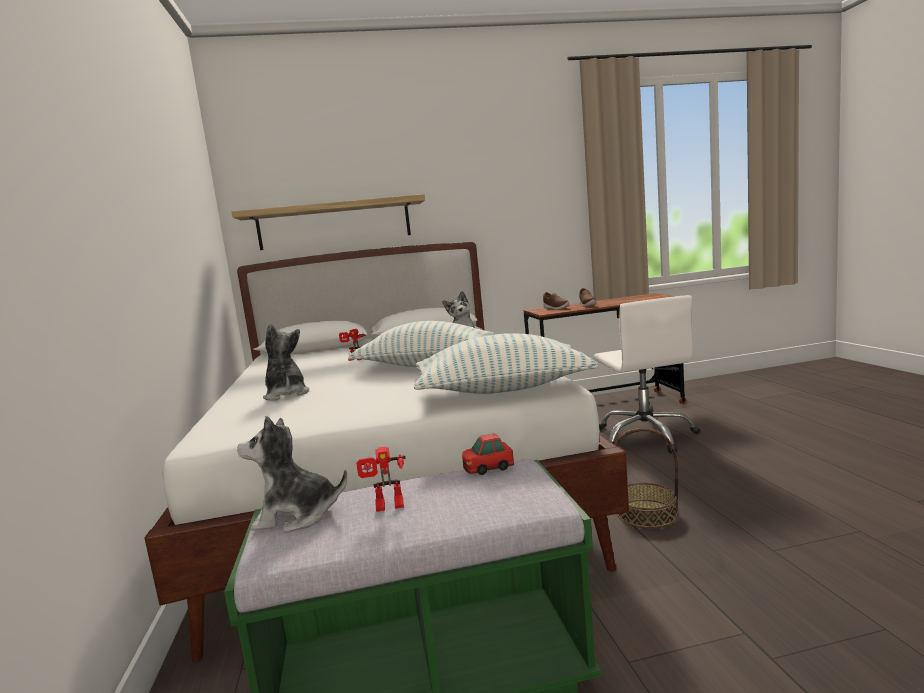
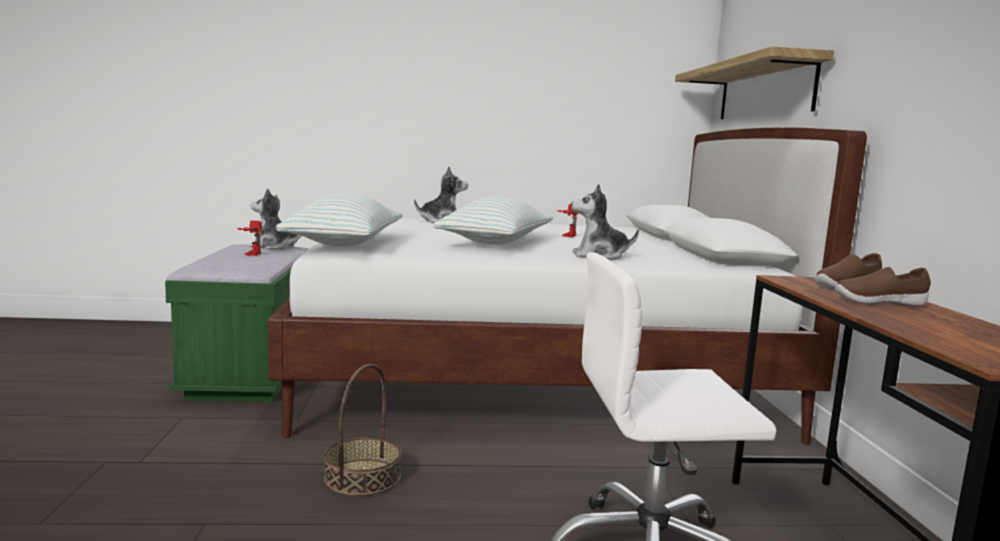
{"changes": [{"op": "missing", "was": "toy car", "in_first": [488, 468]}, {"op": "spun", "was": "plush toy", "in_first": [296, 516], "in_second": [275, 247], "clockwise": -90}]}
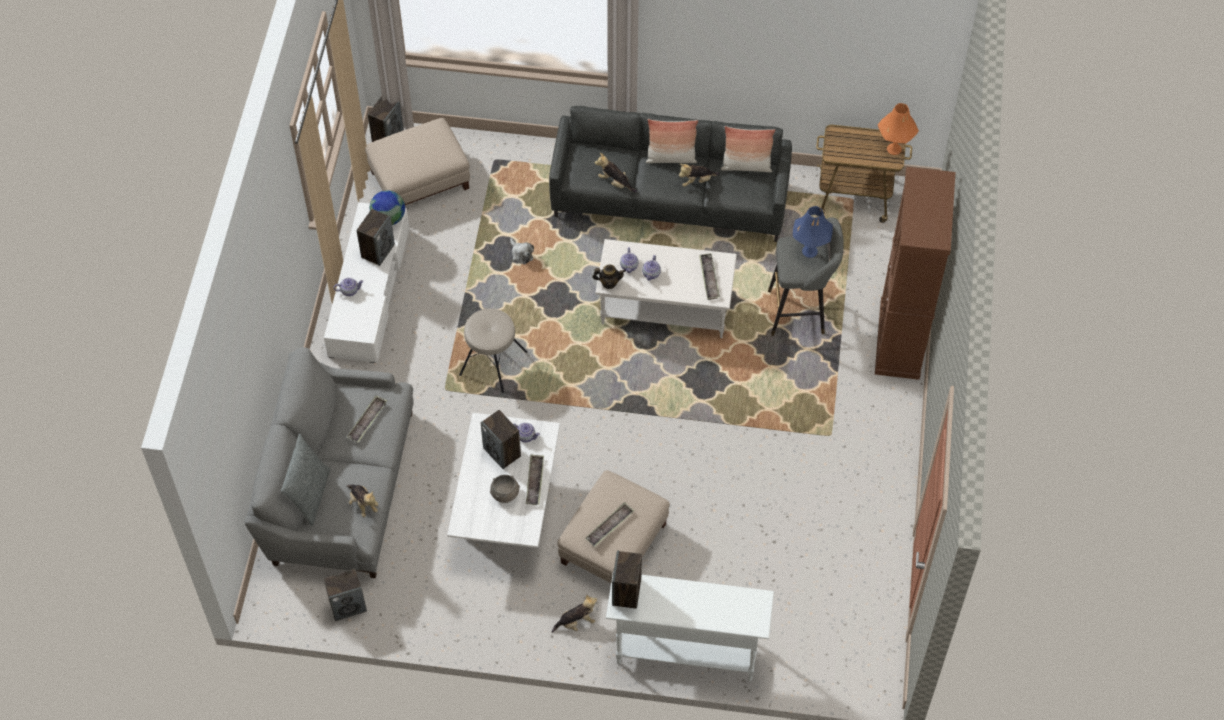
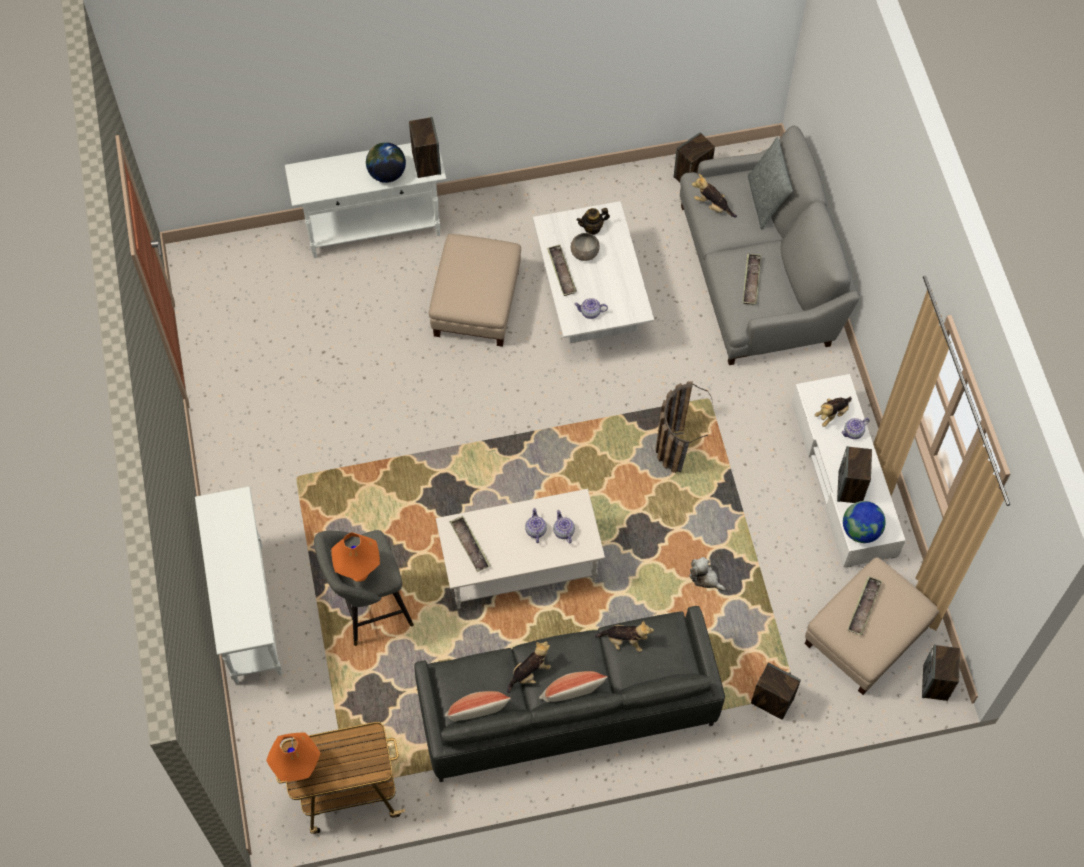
{"changes": [{"op": "appeared", "now": "globe", "in_second": [387, 174]}, {"op": "relocated", "was": "speaker", "in_first": [502, 452], "in_second": [771, 701]}, {"op": "relocated", "was": "plush toy", "in_first": [576, 622], "in_second": [832, 414]}, {"op": "relocated", "was": "tray", "in_first": [609, 526], "in_second": [863, 607]}, {"op": "relocated", "was": "teapot", "in_first": [609, 283], "in_second": [592, 228]}, {"op": "exchanged", "was": "stool (beige)", "now": "basket", "in_first": [492, 363], "in_second": [675, 442]}, {"op": "exchanged", "was": "cabinet (brown)", "now": "console table (white)", "in_first": [899, 339], "in_second": [249, 612]}, {"op": "colour", "was": "table lamp (blue)", "now": "table lamp (orange)", "in_first": [809, 251], "in_second": [359, 573]}]}
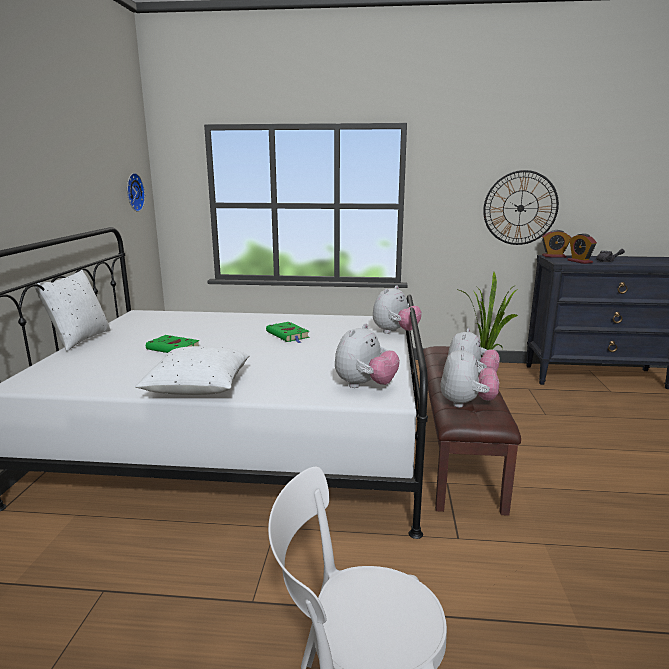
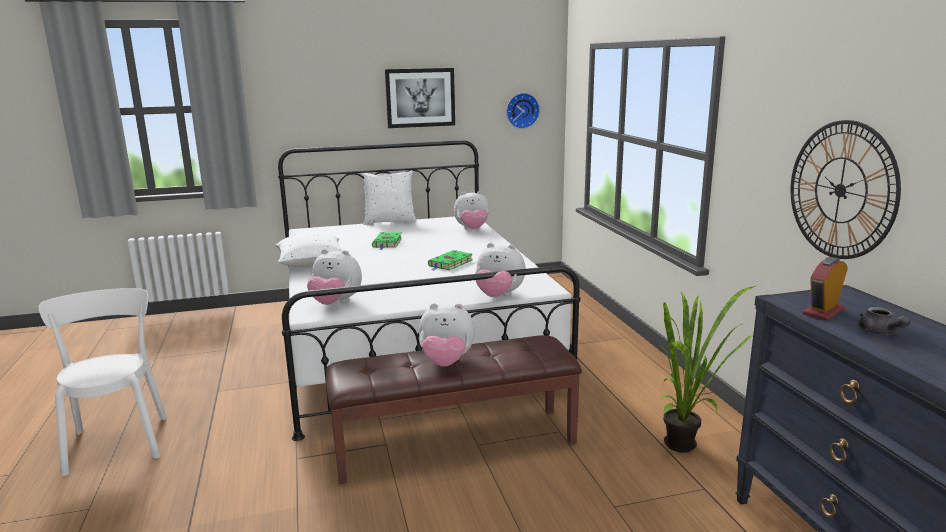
{"changes": [{"op": "missing", "was": "alarm clock", "in_first": [554, 256]}, {"op": "appeared", "now": "picture", "in_second": [420, 97]}, {"op": "relocated", "was": "plush toy", "in_first": [466, 403], "in_second": [472, 230]}]}
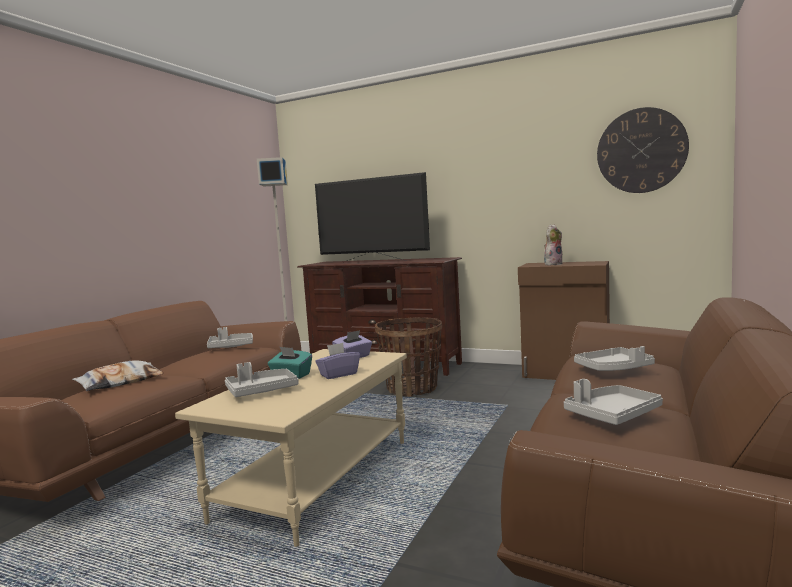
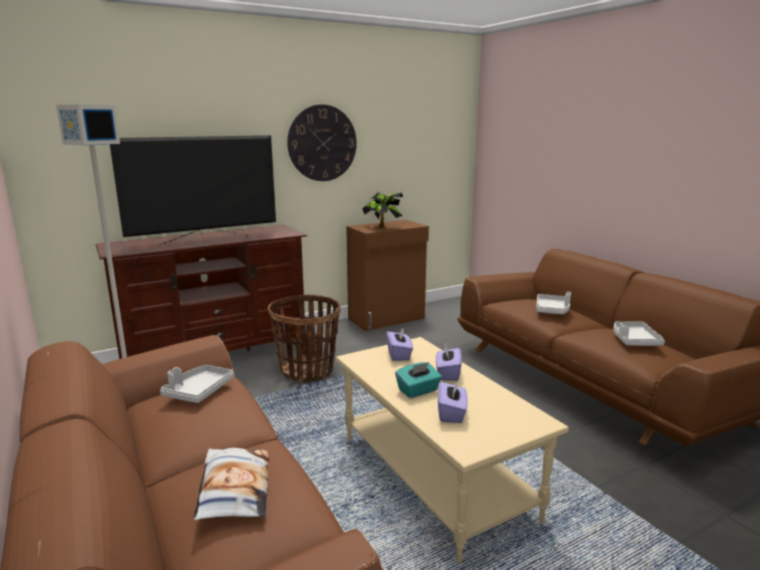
{"changes": [{"op": "relocated", "was": "wall clock", "in_first": [641, 151], "in_second": [322, 143]}, {"op": "exchanged", "was": "tray (grey)", "now": "tissue box (purple)", "in_first": [261, 391], "in_second": [451, 413]}, {"op": "exchanged", "was": "plush toy", "now": "potted plant", "in_first": [553, 264], "in_second": [383, 227]}]}
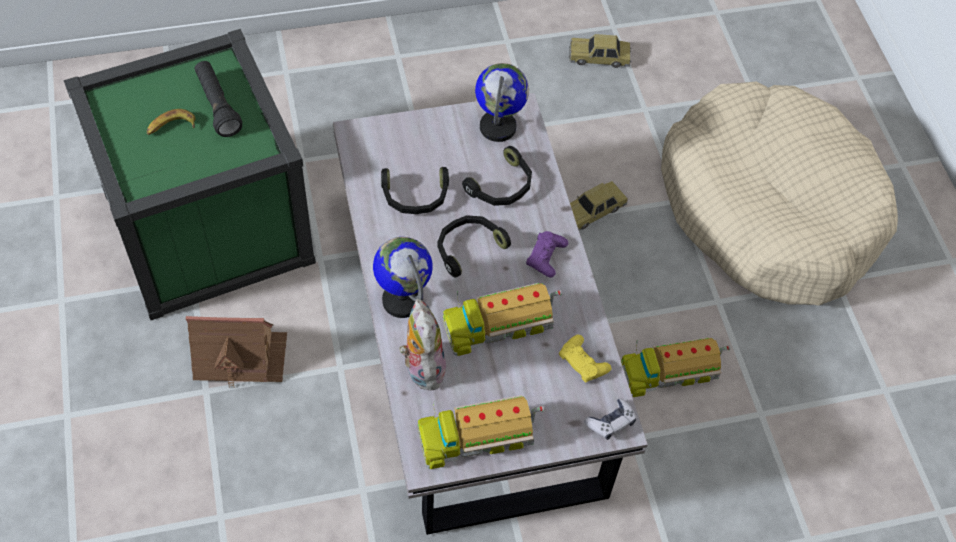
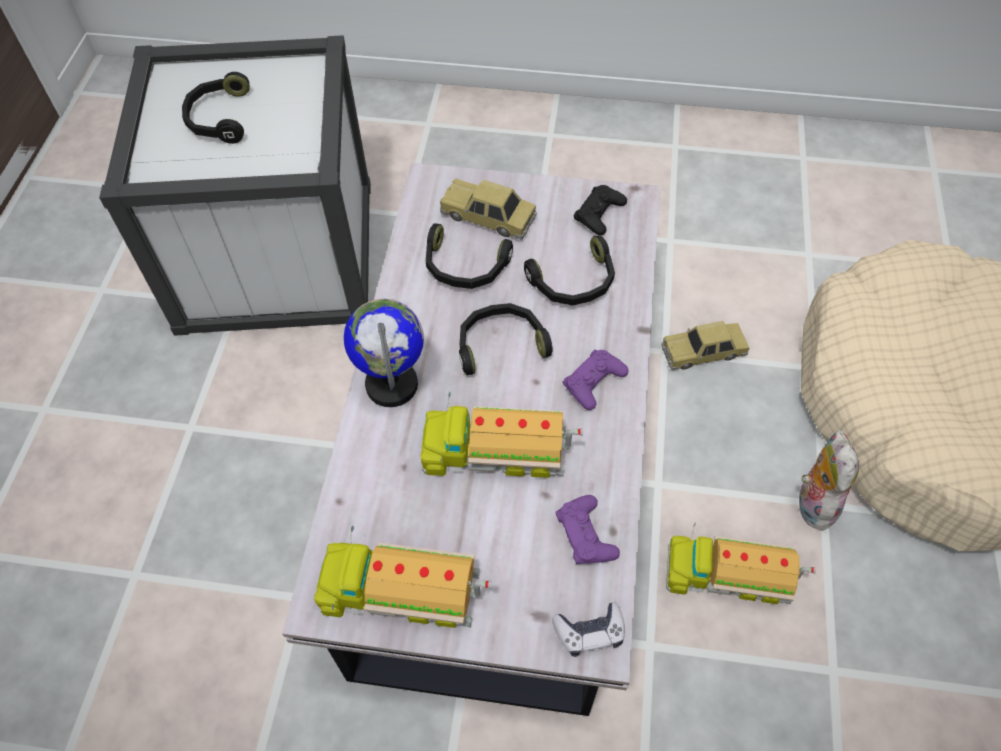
{"changes": [{"op": "missing", "was": "toy house", "in_first": [240, 356]}, {"op": "missing", "was": "flashlight (black)", "in_first": [217, 106]}, {"op": "relocated", "was": "plush toy", "in_first": [422, 367], "in_second": [812, 502]}, {"op": "relocated", "was": "toy car", "in_first": [599, 57], "in_second": [488, 217]}, {"op": "exchanged", "was": "banana", "now": "headphones (black)", "in_first": [171, 127], "in_second": [218, 118]}, {"op": "exchanged", "was": "globe", "now": "game controller (black)", "in_first": [498, 127], "in_second": [599, 214]}, {"op": "colour", "was": "storage box (green)", "now": "storage box (white)", "in_first": [207, 226], "in_second": [277, 255]}, {"op": "colour", "was": "game controller (yellow)", "now": "game controller (purple)", "in_first": [583, 361], "in_second": [586, 534]}]}
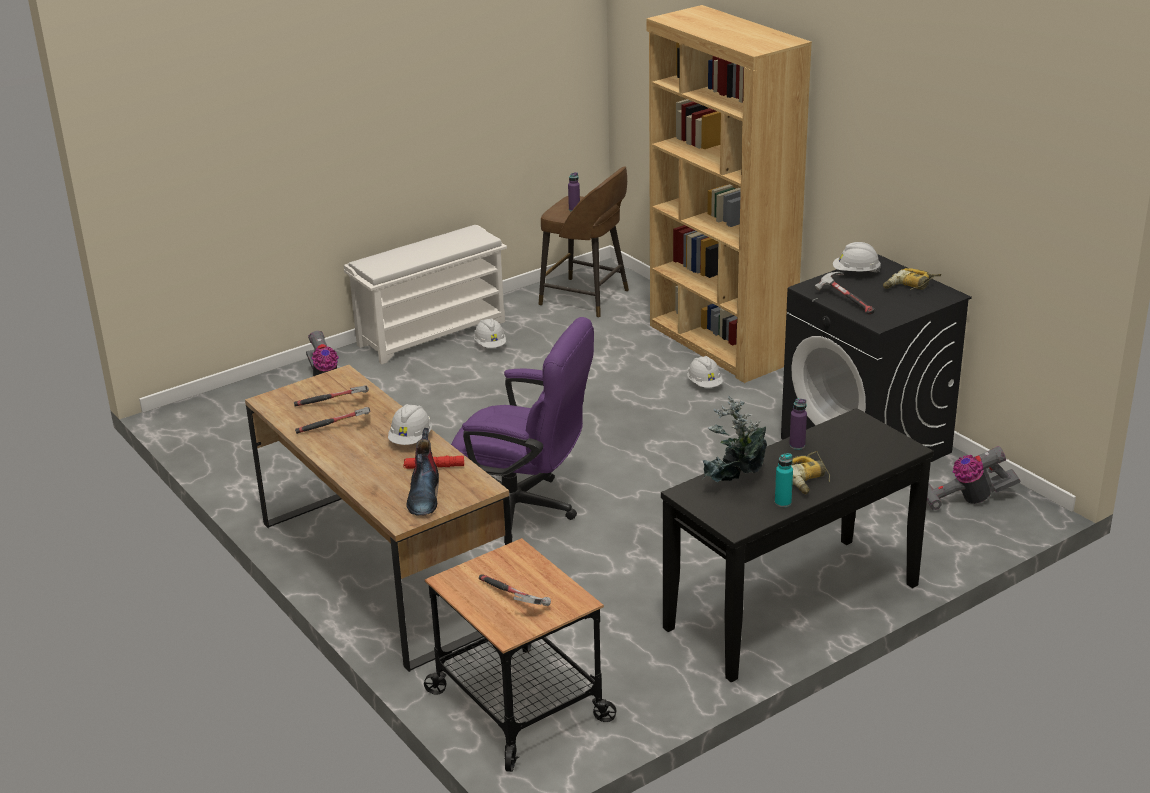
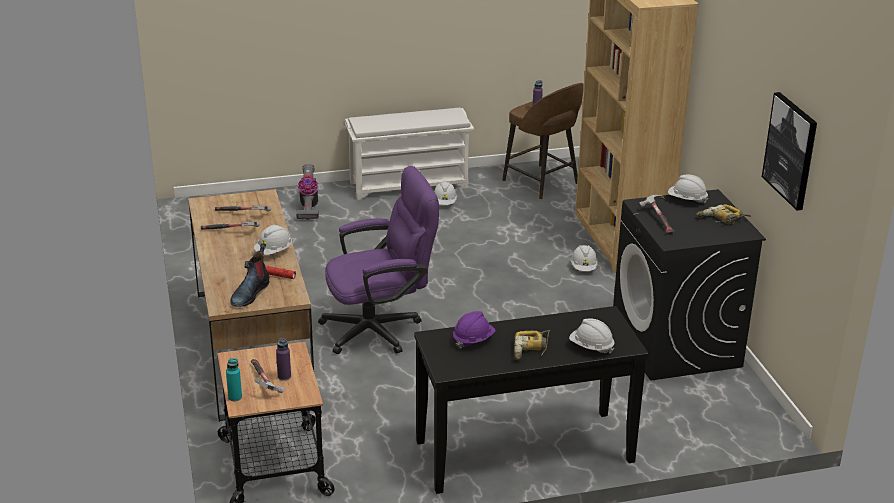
{"changes": [{"op": "missing", "was": "vacuum cleaner", "in_first": [966, 500]}, {"op": "appeared", "now": "hard hat (white)", "in_second": [591, 347]}, {"op": "appeared", "now": "picture", "in_second": [791, 150]}, {"op": "relocated", "was": "bottle (turquoise)", "in_first": [783, 502], "in_second": [235, 397]}, {"op": "relocated", "was": "bottle (purple)", "in_first": [797, 445], "in_second": [284, 376]}, {"op": "exchanged", "was": "potted plant", "now": "hard hat (purple)", "in_first": [735, 484], "in_second": [473, 340]}, {"op": "spun", "was": "office chair (purple)", "in_first": [524, 510], "in_second": [380, 329], "clockwise": -60}]}
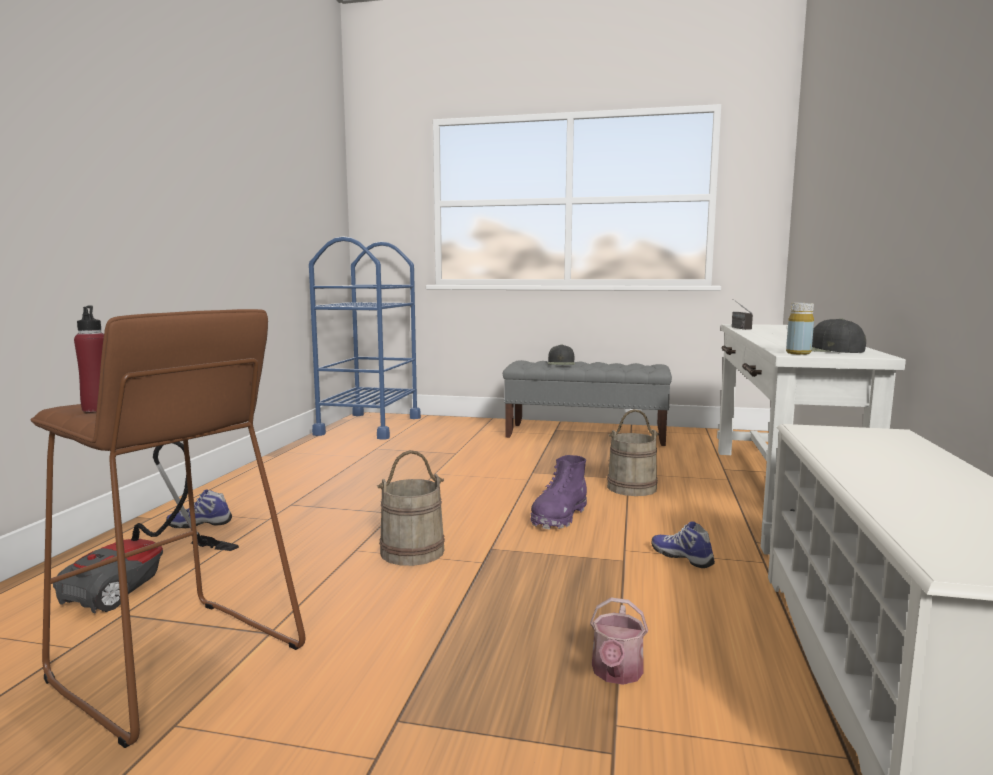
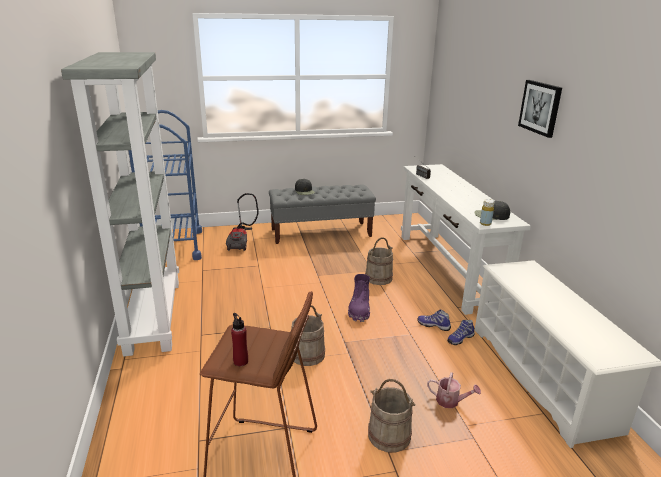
{"changes": [{"op": "appeared", "now": "bookcase (grey)", "in_second": [152, 315]}, {"op": "appeared", "now": "bucket (beige)", "in_second": [389, 435]}, {"op": "appeared", "now": "picture", "in_second": [540, 107]}, {"op": "relocated", "was": "vacuum cleaner", "in_first": [146, 583], "in_second": [241, 242]}, {"op": "relocated", "was": "shoe", "in_first": [200, 524], "in_second": [460, 338]}, {"op": "spun", "was": "watering can", "in_first": [616, 674], "in_second": [451, 401], "clockwise": -60}]}
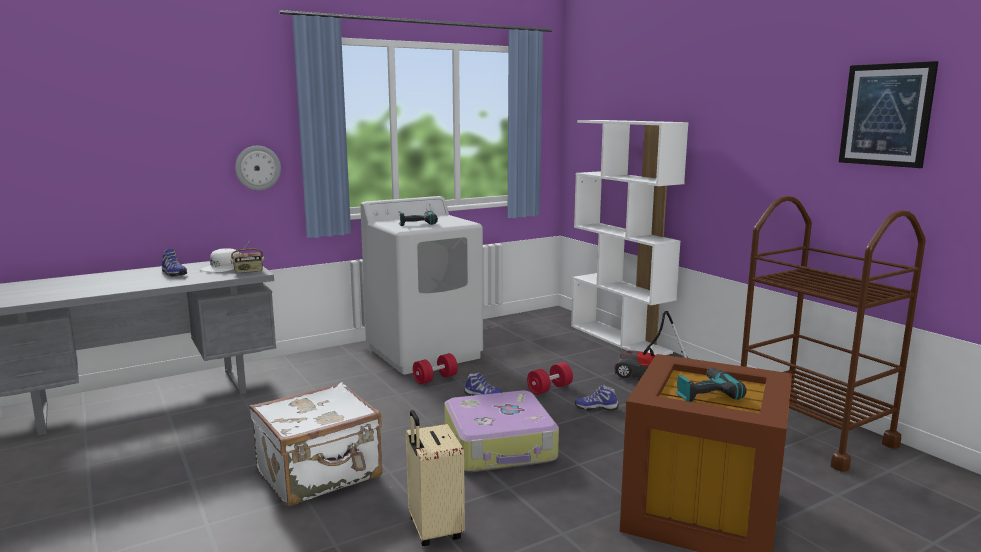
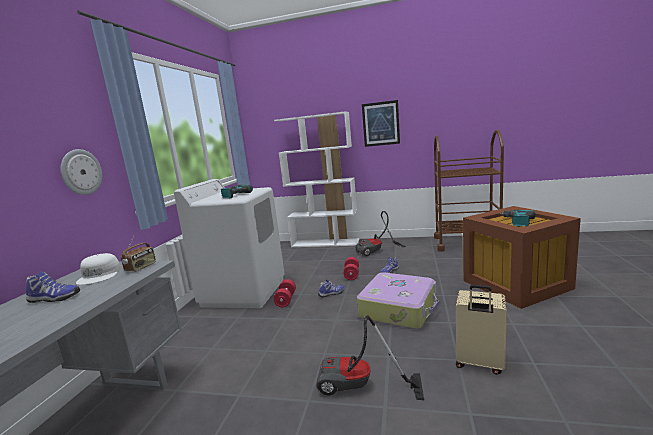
{"changes": [{"op": "relocated", "was": "picture", "in_first": [886, 115], "in_second": [381, 123]}, {"op": "exchanged", "was": "suitcase (white)", "now": "vacuum cleaner", "in_first": [320, 474], "in_second": [359, 388]}]}
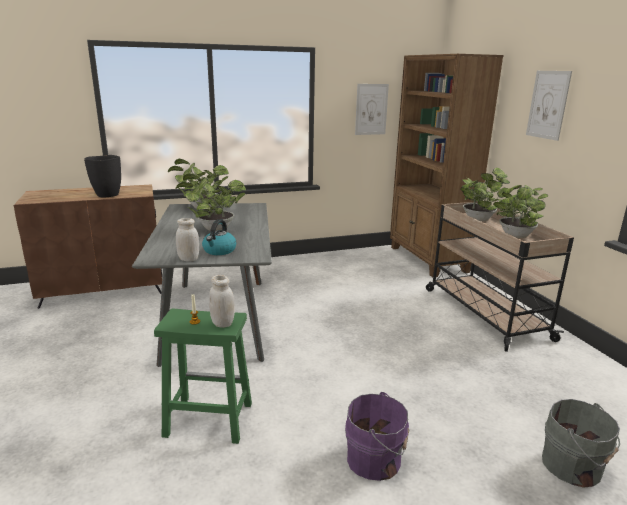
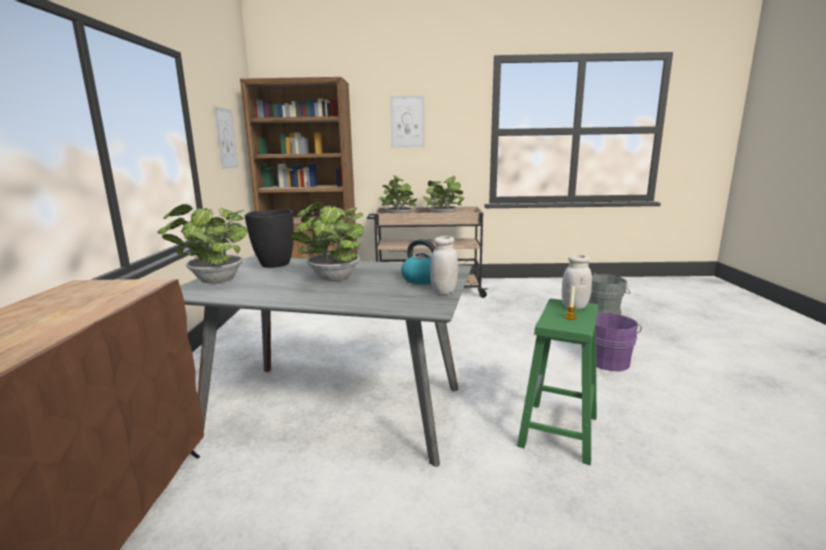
{"changes": [{"op": "relocated", "was": "vase (black)", "in_first": [107, 195], "in_second": [274, 264]}]}
